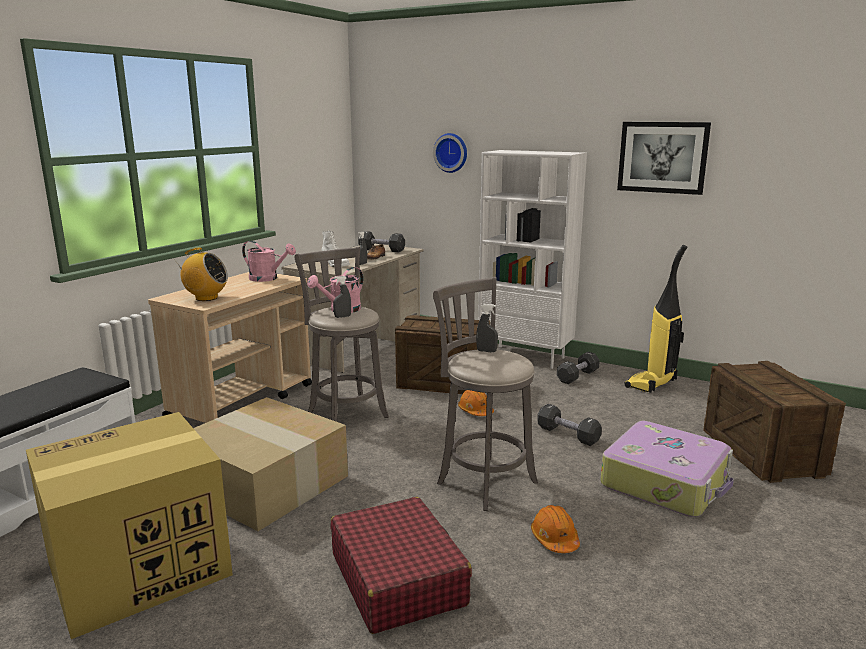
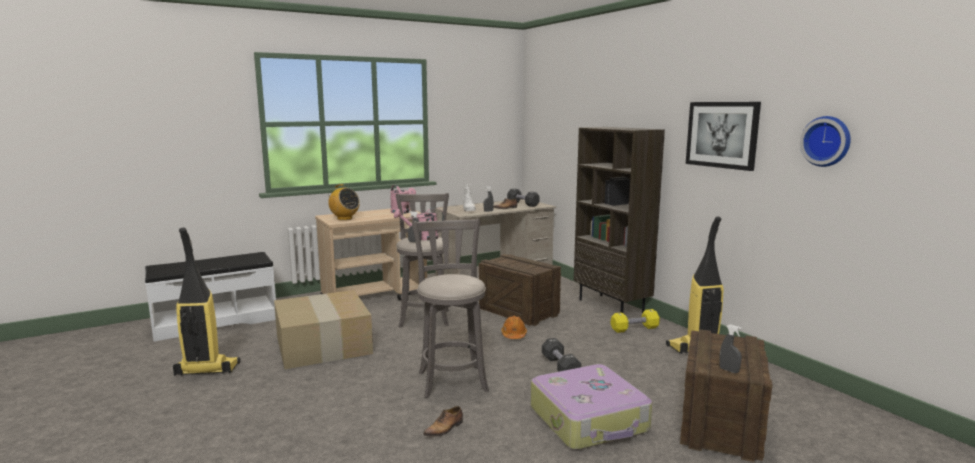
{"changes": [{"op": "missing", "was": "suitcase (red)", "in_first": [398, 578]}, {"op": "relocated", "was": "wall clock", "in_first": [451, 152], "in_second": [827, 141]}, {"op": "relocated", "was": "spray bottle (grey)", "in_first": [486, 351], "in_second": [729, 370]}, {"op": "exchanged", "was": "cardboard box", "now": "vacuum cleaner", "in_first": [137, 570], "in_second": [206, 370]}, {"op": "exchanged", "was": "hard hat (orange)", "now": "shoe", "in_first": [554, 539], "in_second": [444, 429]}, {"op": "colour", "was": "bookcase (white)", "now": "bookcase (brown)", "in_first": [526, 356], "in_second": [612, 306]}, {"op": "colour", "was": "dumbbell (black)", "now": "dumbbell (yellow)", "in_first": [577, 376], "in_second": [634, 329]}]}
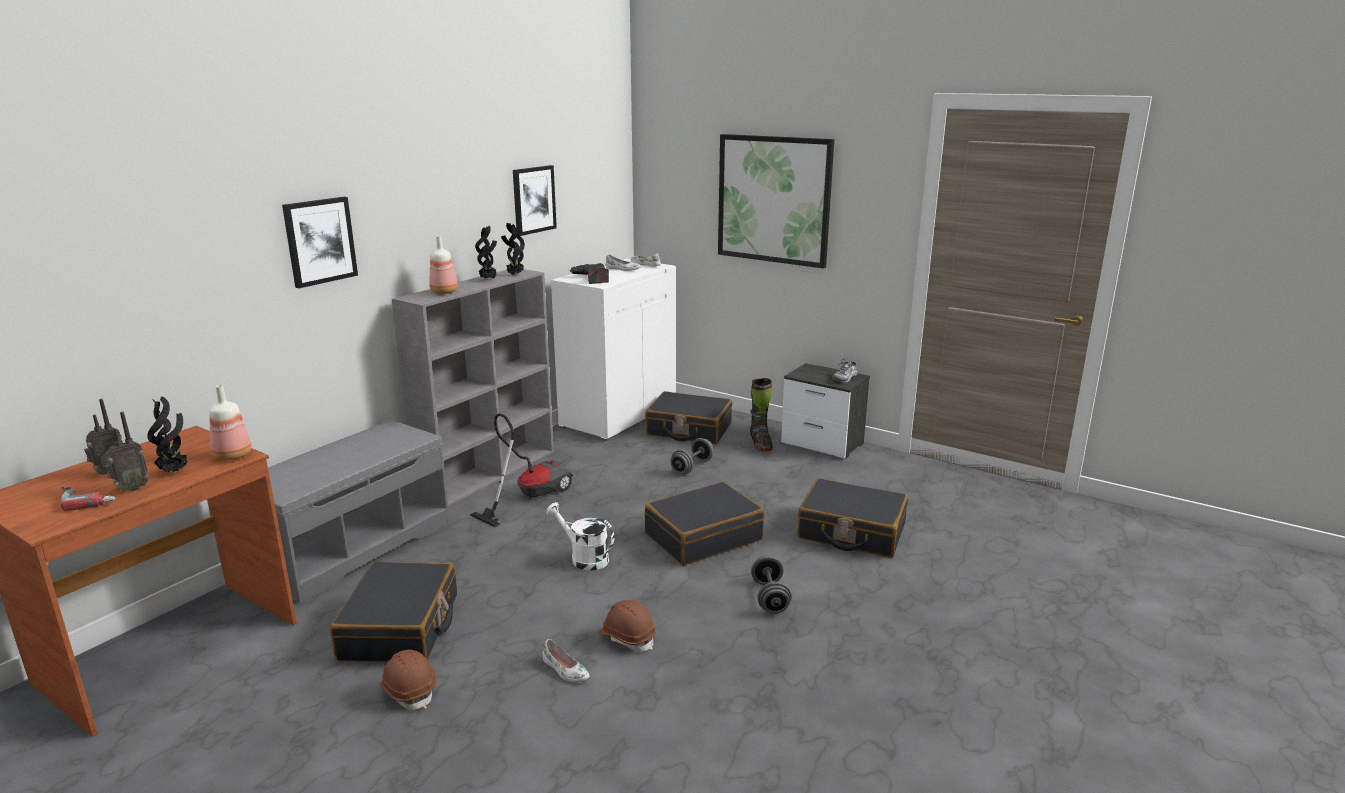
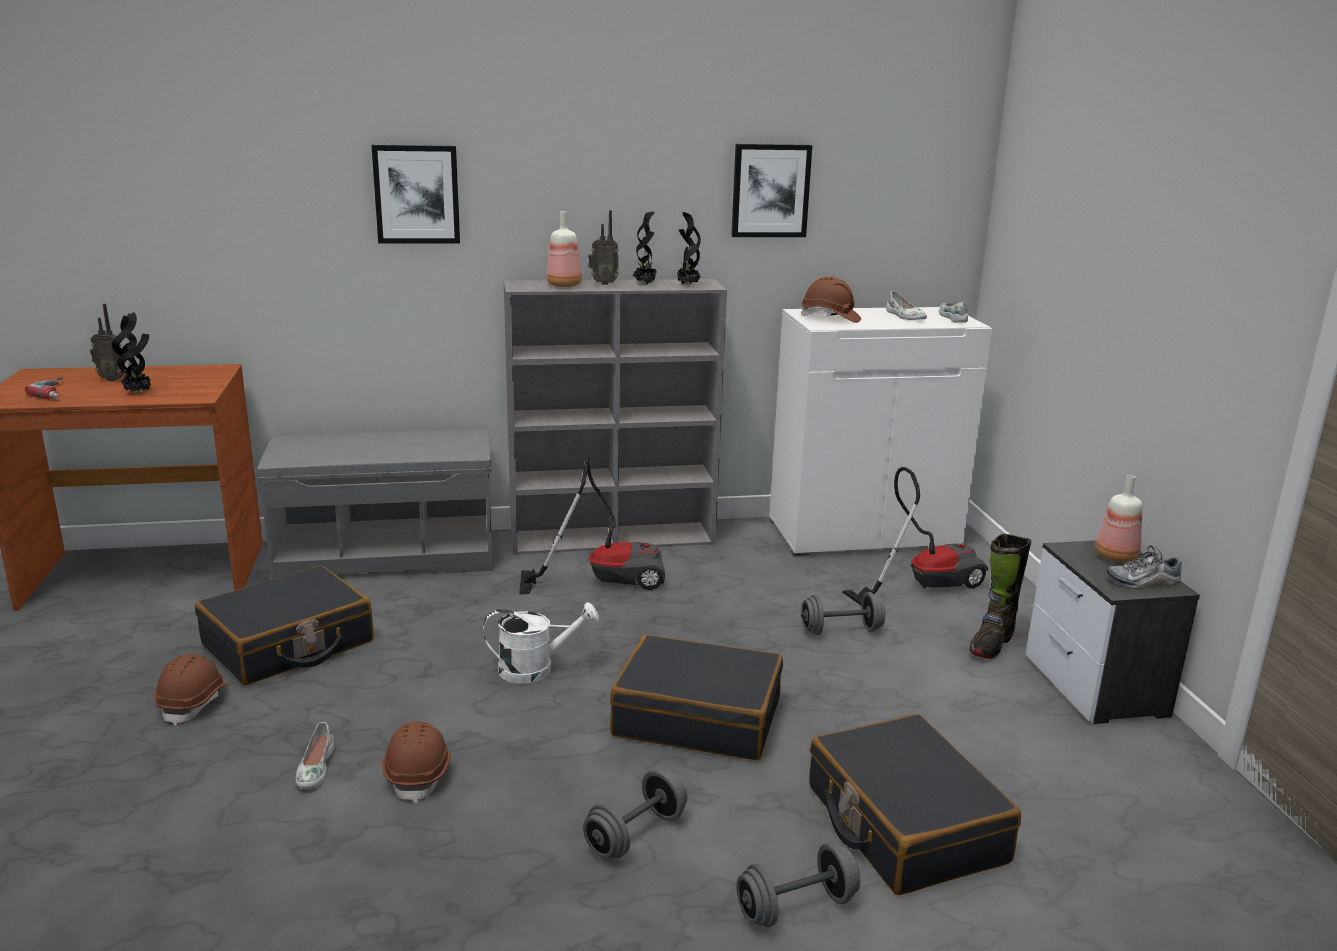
{"changes": [{"op": "missing", "was": "picture", "in_first": [774, 199]}, {"op": "appeared", "now": "dumbbell (grey)", "in_second": [796, 907]}, {"op": "relocated", "was": "radio", "in_first": [131, 489], "in_second": [603, 283]}, {"op": "relocated", "was": "bottle", "in_first": [231, 455], "in_second": [1114, 556]}, {"op": "exchanged", "was": "power drill", "now": "hard hat (brown)", "in_first": [591, 279], "in_second": [830, 318]}, {"op": "exchanged", "was": "suitcase (black)", "now": "vacuum cleaner", "in_first": [689, 429], "in_second": [923, 585]}, {"op": "spun", "was": "watering can (white)", "in_first": [584, 558], "in_second": [536, 669], "clockwise": 90}]}
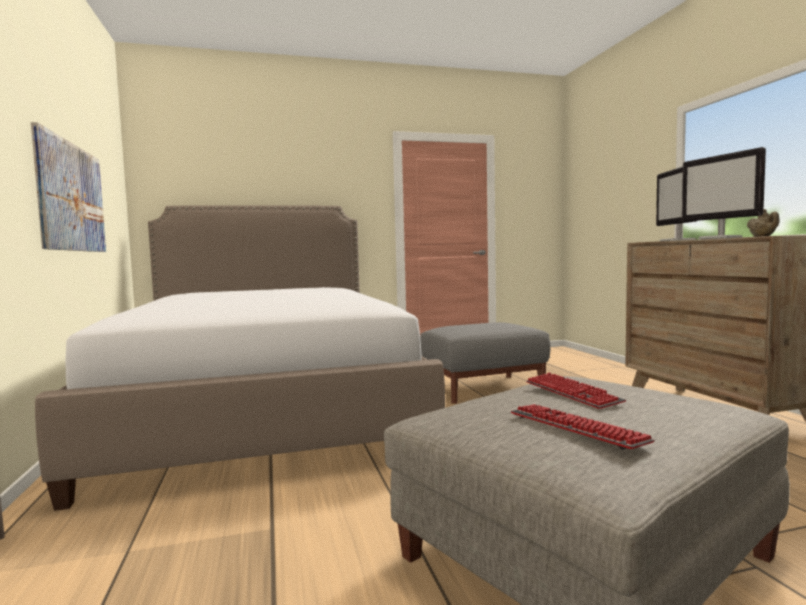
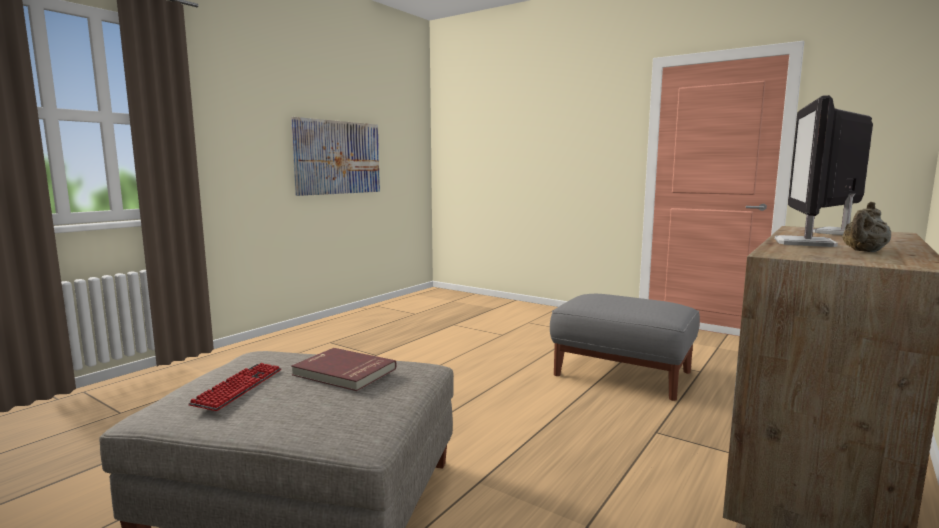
{"changes": [{"op": "missing", "was": "bed", "in_first": [265, 408]}, {"op": "exchanged", "was": "keyboard", "now": "book (red)", "in_first": [571, 393], "in_second": [343, 372]}]}
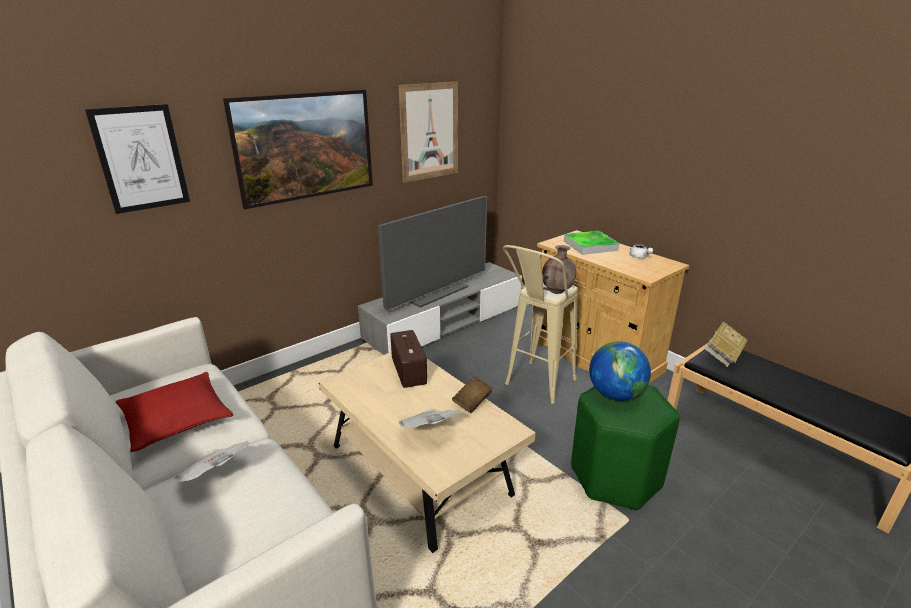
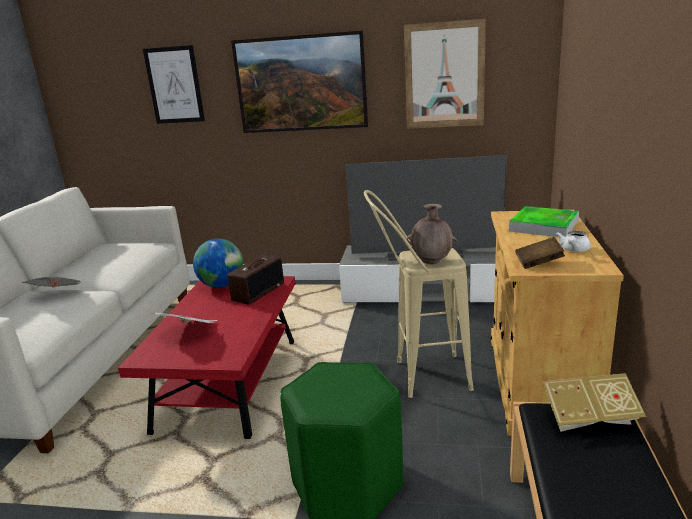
{"changes": [{"op": "missing", "was": "pillow (red)", "in_first": [176, 419]}, {"op": "relocated", "was": "book (brown)", "in_first": [472, 402], "in_second": [538, 263]}, {"op": "relocated", "was": "globe", "in_first": [615, 394], "in_second": [222, 285]}, {"op": "colour", "was": "coffee table (beige)", "now": "coffee table (red)", "in_first": [420, 471], "in_second": [230, 385]}]}
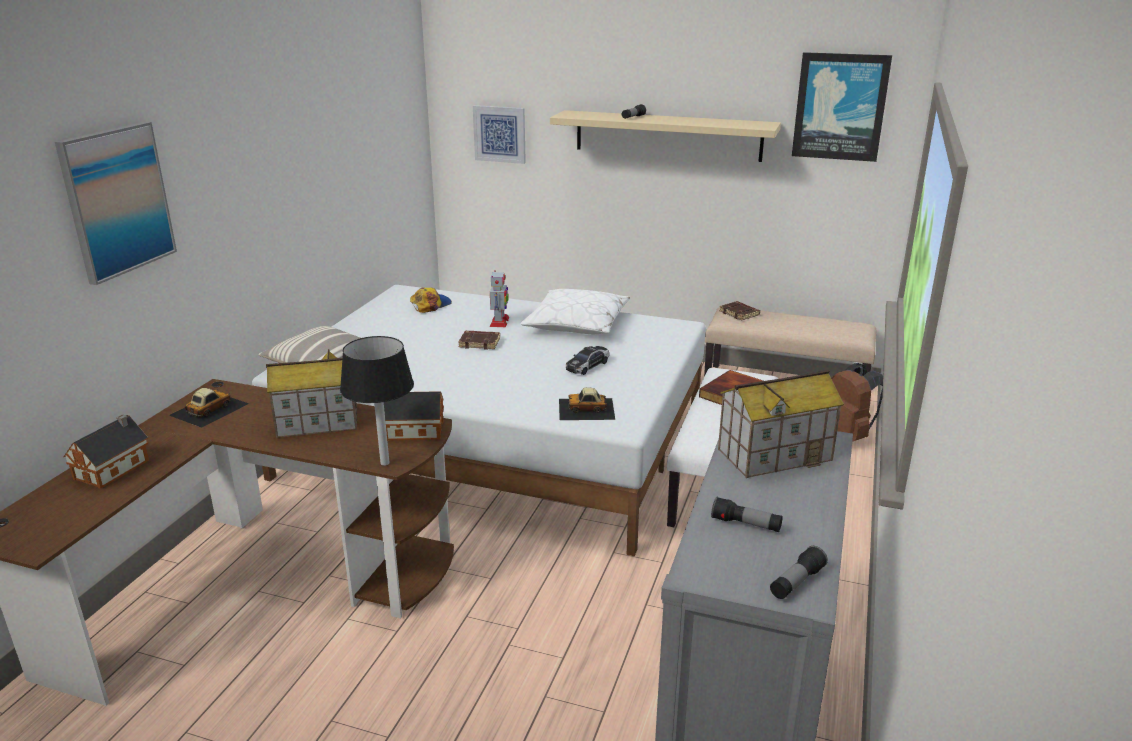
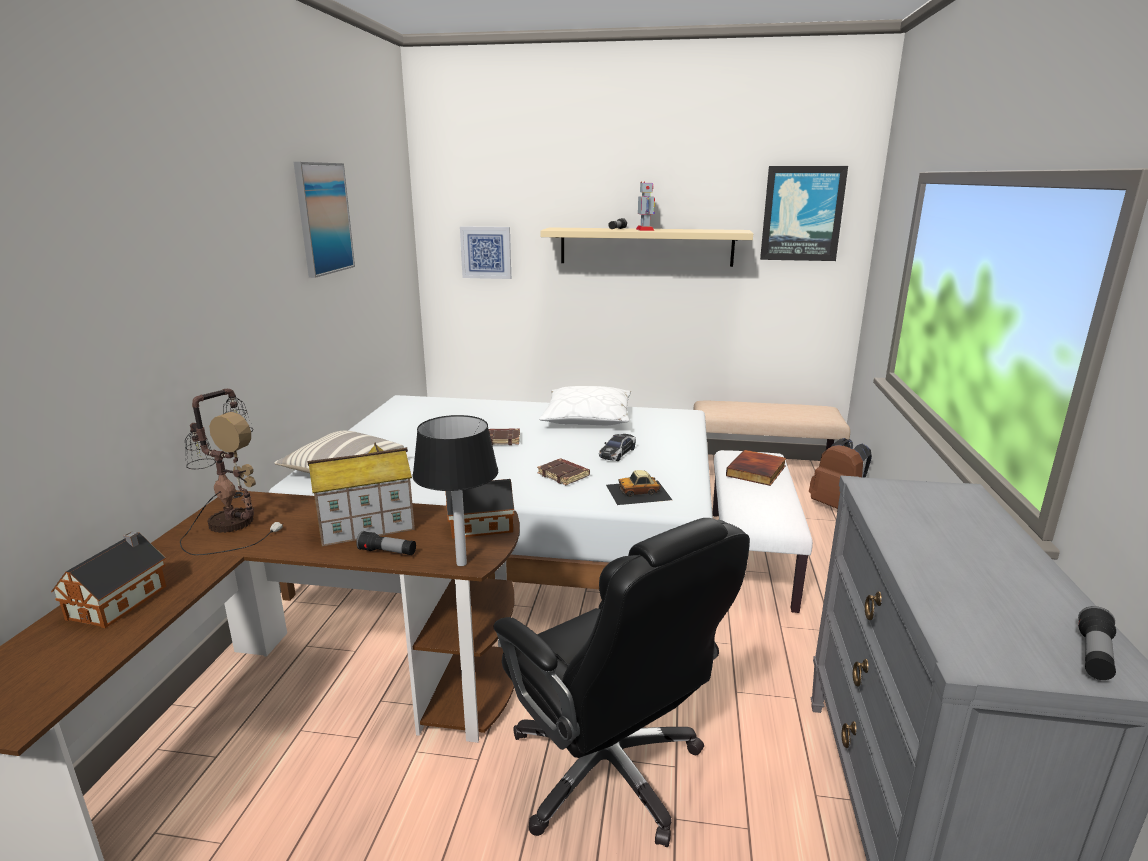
{"changes": [{"op": "missing", "was": "cap", "in_first": [430, 305]}, {"op": "missing", "was": "toy house", "in_first": [775, 454]}, {"op": "appeared", "now": "office chair (black)", "in_second": [609, 771]}, {"op": "relocated", "was": "picture", "in_first": [117, 201], "in_second": [323, 218]}, {"op": "relocated", "was": "toy robot", "in_first": [499, 322], "in_second": [645, 230]}, {"op": "relocated", "was": "flashlight", "in_first": [746, 524], "in_second": [387, 552]}, {"op": "relocated", "was": "book (brown)", "in_first": [740, 313], "in_second": [564, 475]}, {"op": "exchanged", "was": "toy car", "now": "table lamp", "in_first": [208, 409], "in_second": [231, 522]}]}
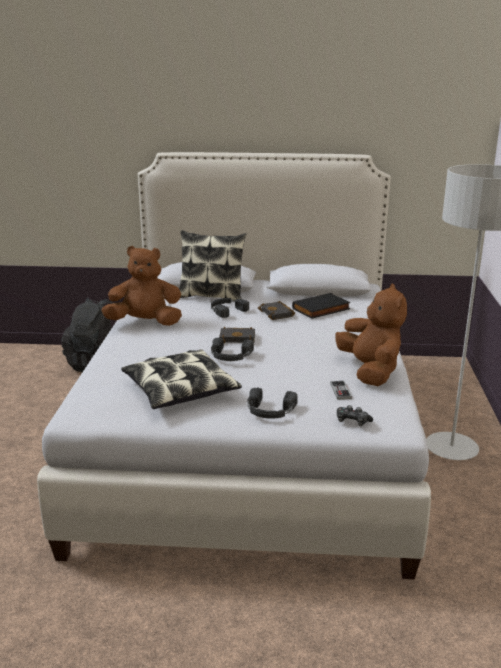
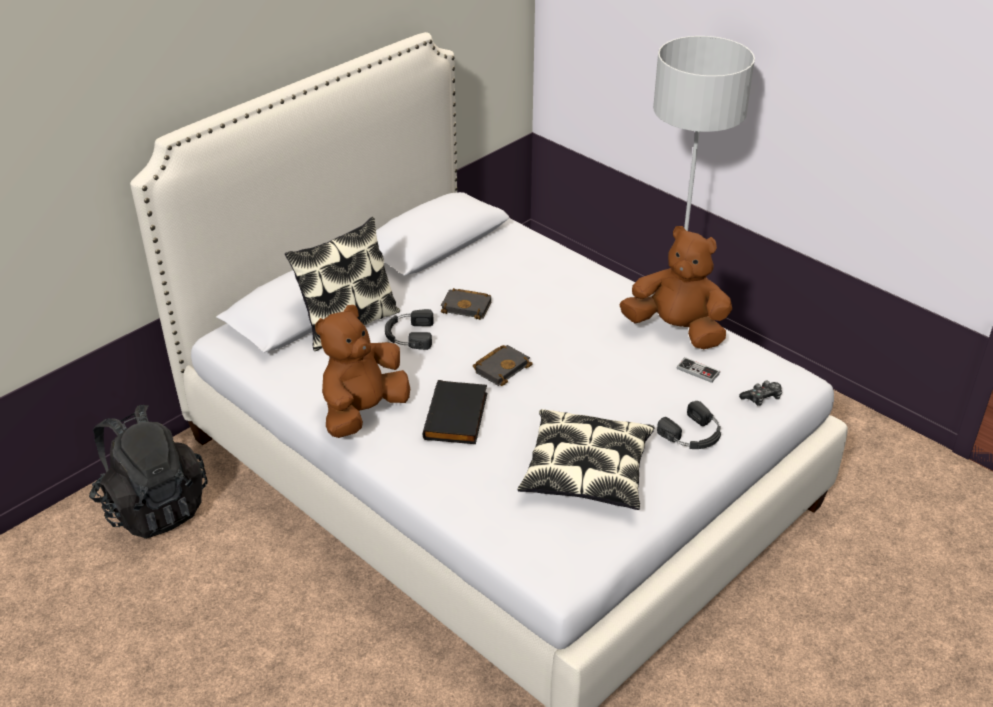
{"changes": [{"op": "missing", "was": "headphones (black)", "in_first": [230, 356]}, {"op": "relocated", "was": "book (black)", "in_first": [321, 309], "in_second": [457, 417]}]}
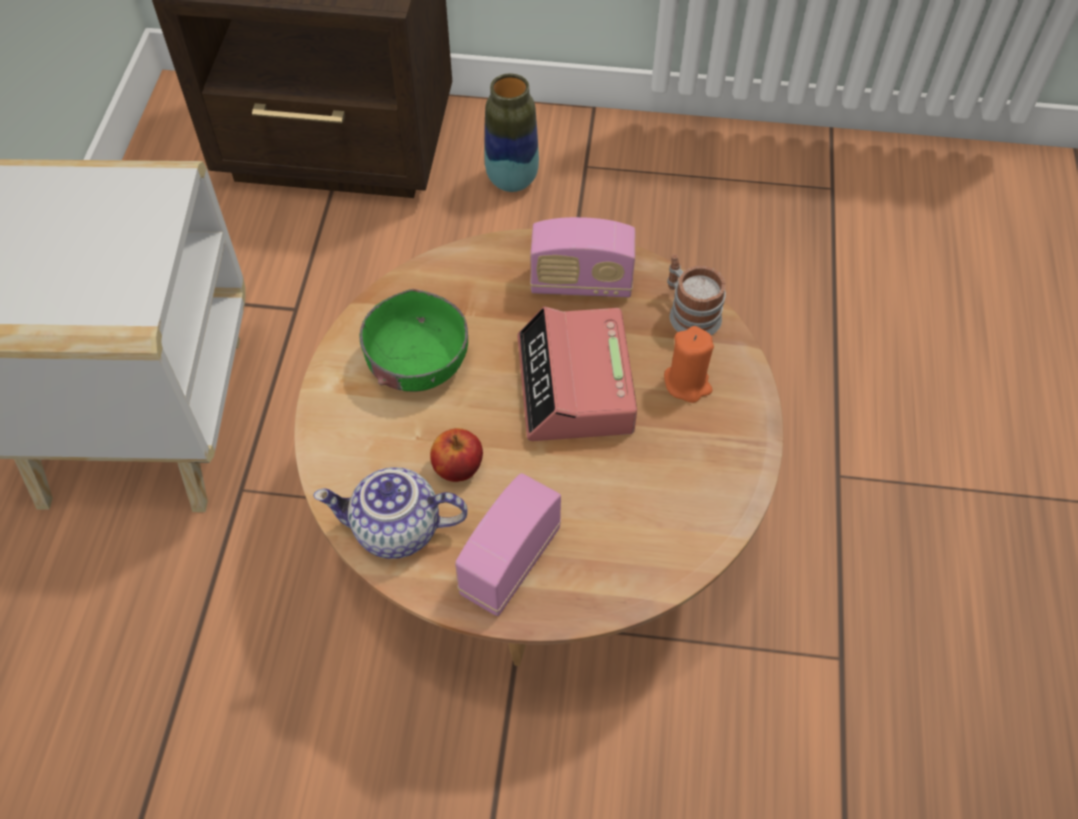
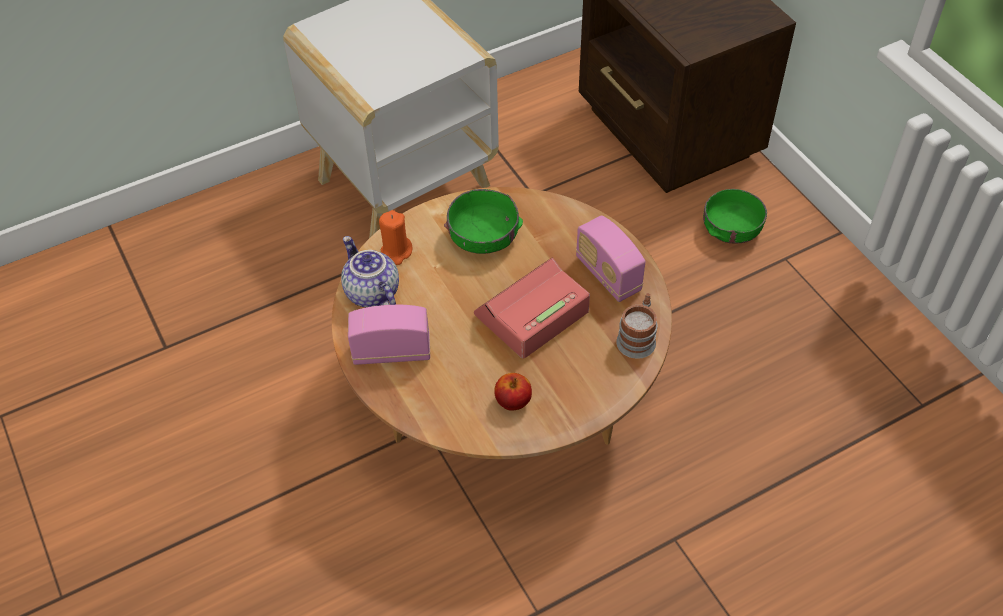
{"changes": [{"op": "relocated", "was": "apple", "in_first": [457, 468], "in_second": [513, 401]}, {"op": "relocated", "was": "candle (orange)", "in_first": [687, 383], "in_second": [396, 252]}, {"op": "exchanged", "was": "vase", "now": "bowl (green)", "in_first": [512, 180], "in_second": [732, 229]}]}
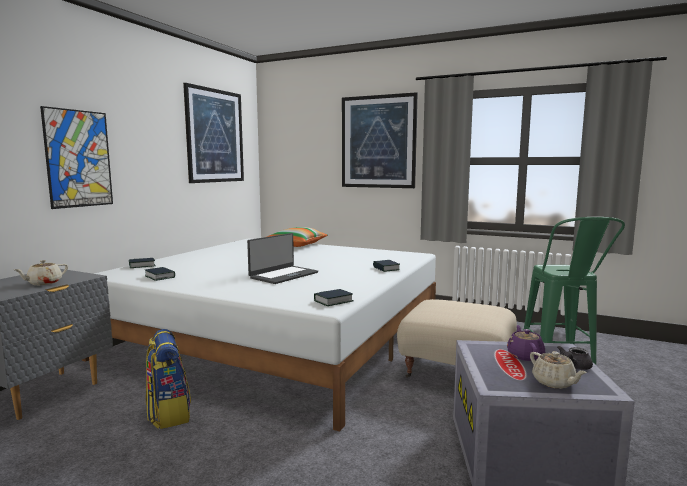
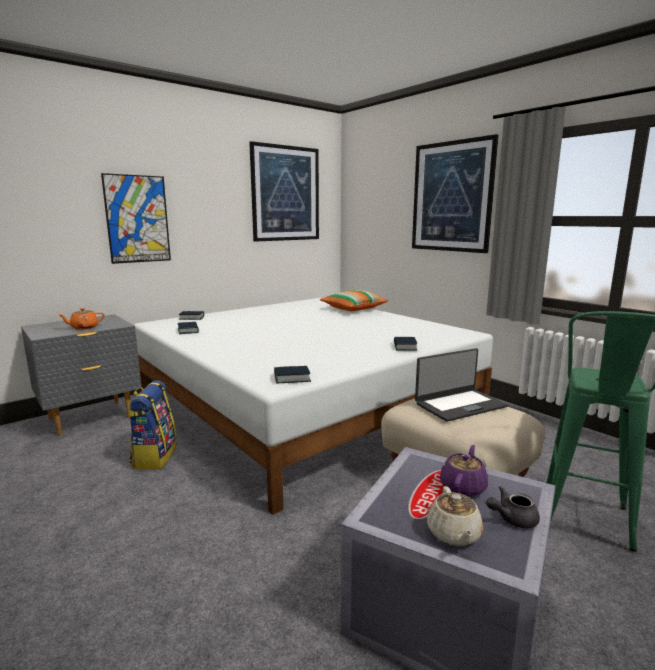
{"changes": [{"op": "relocated", "was": "laptop", "in_first": [283, 275], "in_second": [459, 405]}, {"op": "colour", "was": "teapot (beige)", "now": "teapot (orange)", "in_first": [44, 283], "in_second": [84, 327]}]}
